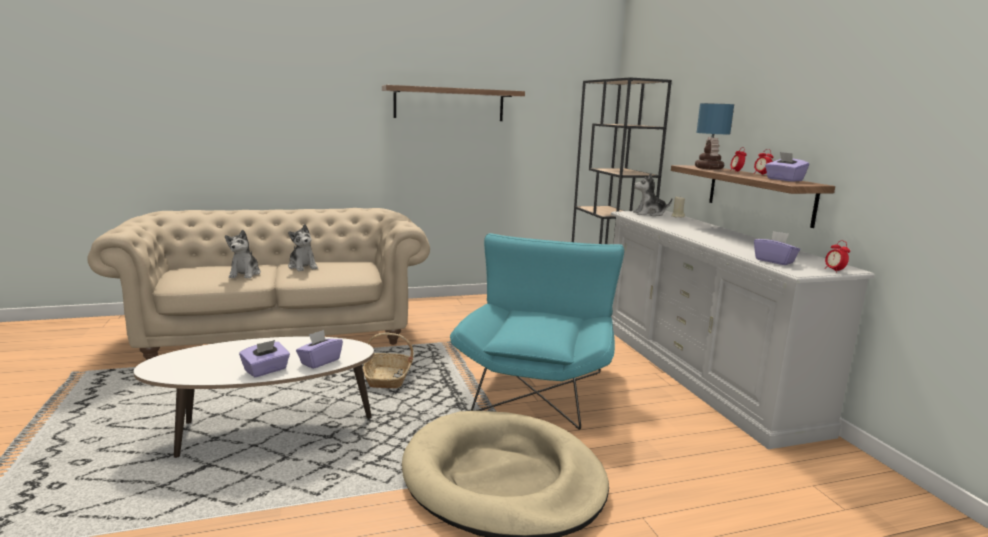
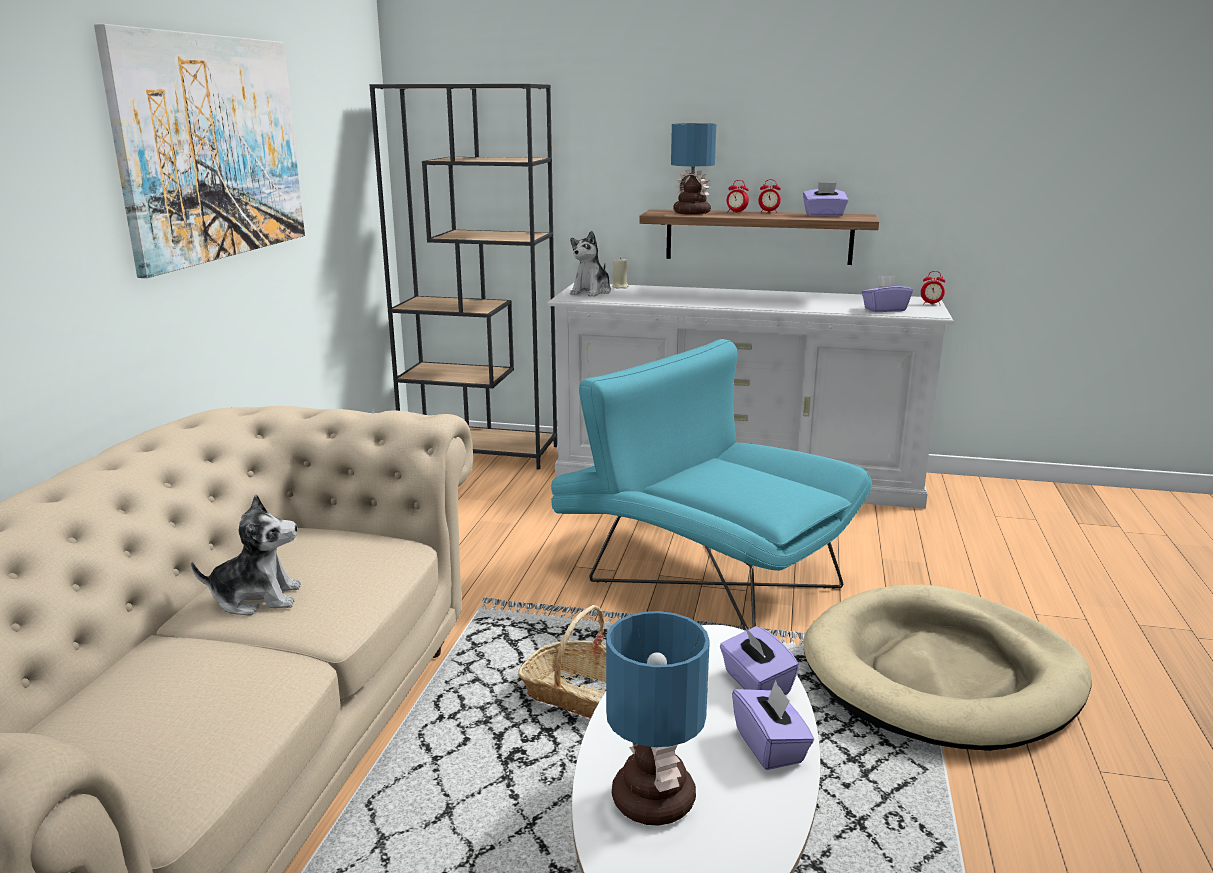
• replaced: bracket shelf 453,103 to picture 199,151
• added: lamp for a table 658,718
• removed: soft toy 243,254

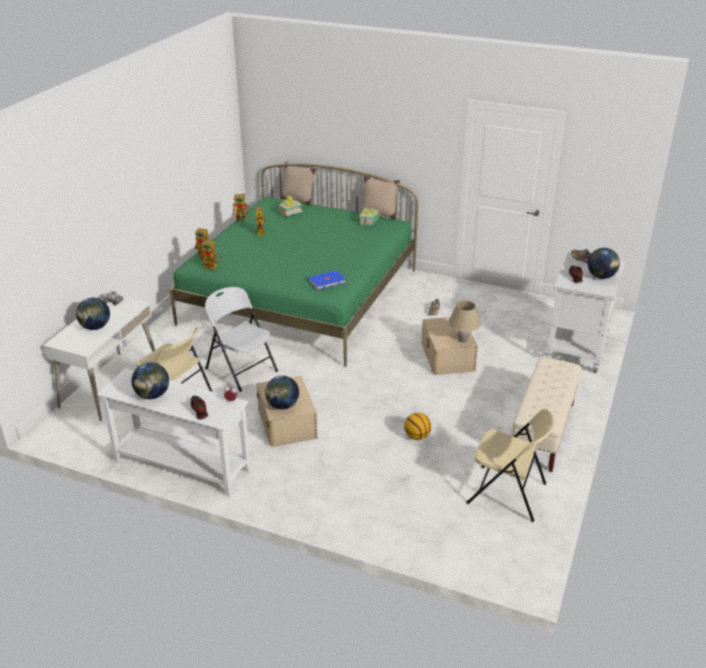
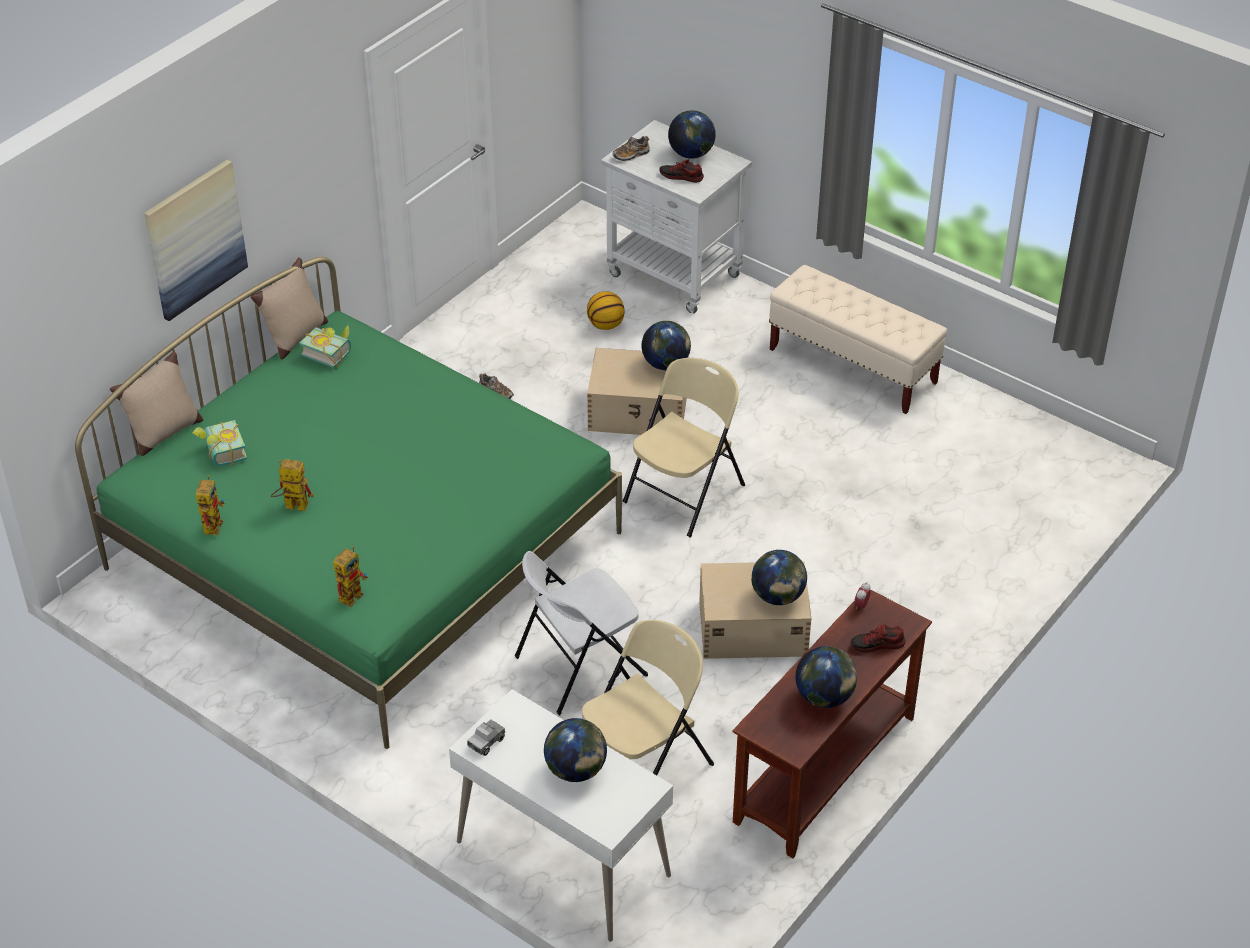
• added: picture 196,240
• moved: basketball ball 417,426 to 606,310
• moved: chair (beige-coloured) 511,465 to 683,448
• replaced: lamp for a table (beige-coloured) 464,322 to world globe 666,345
• recoloured: hall table (white-coloured) 174,433 to hall table (brown) 832,723
• removed: model robot 211,255
• removed: bound book (blue-coloured) 327,280

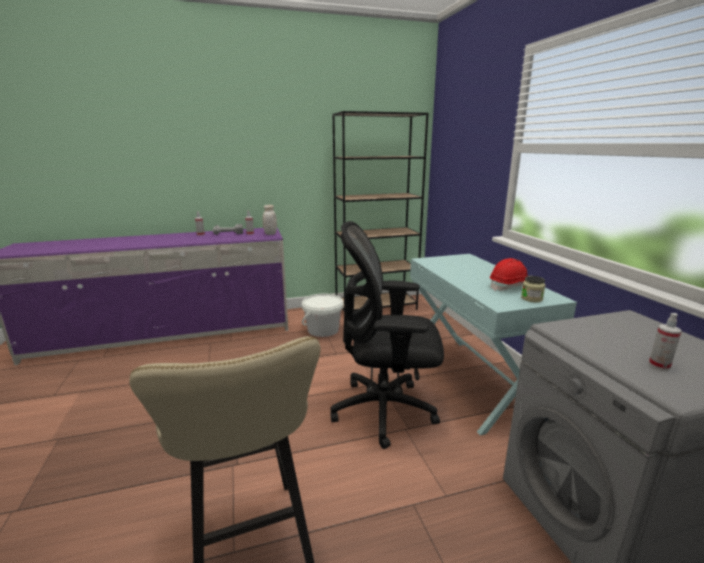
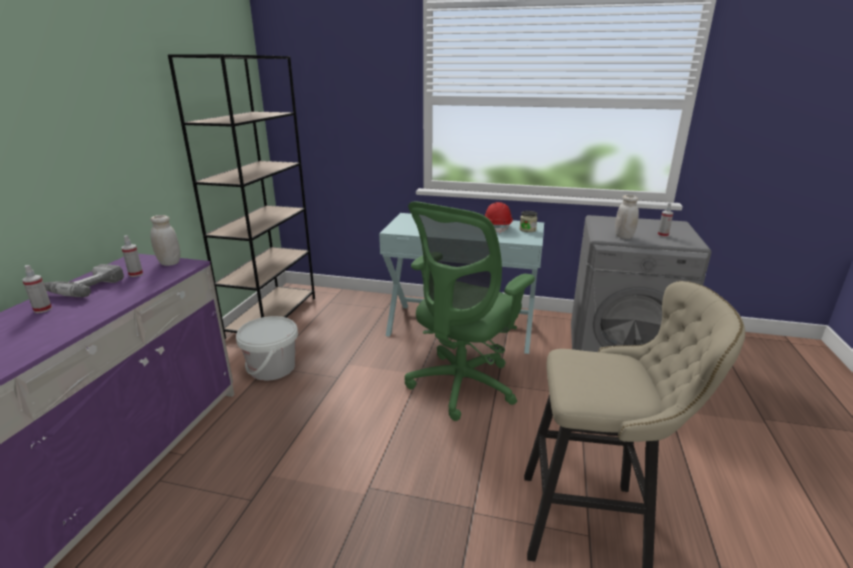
• recoloured: computer chair (black-coloured) 387,335 to computer chair (green-coloured) 470,311
• added: preserve jar (white-coloured) 627,217

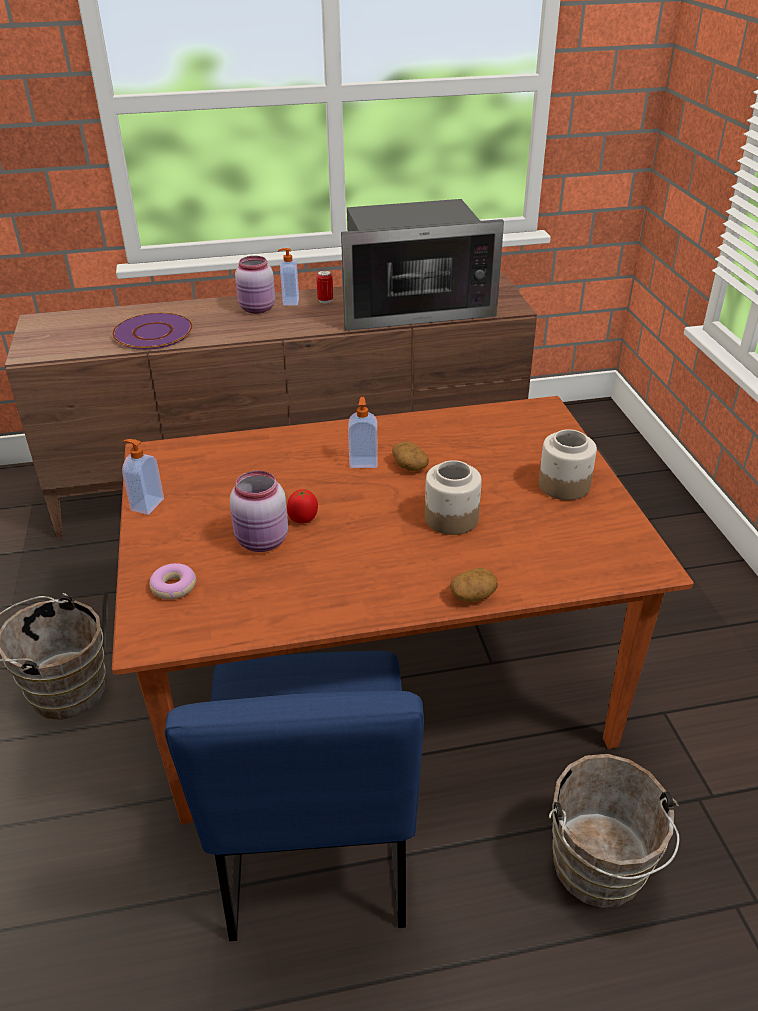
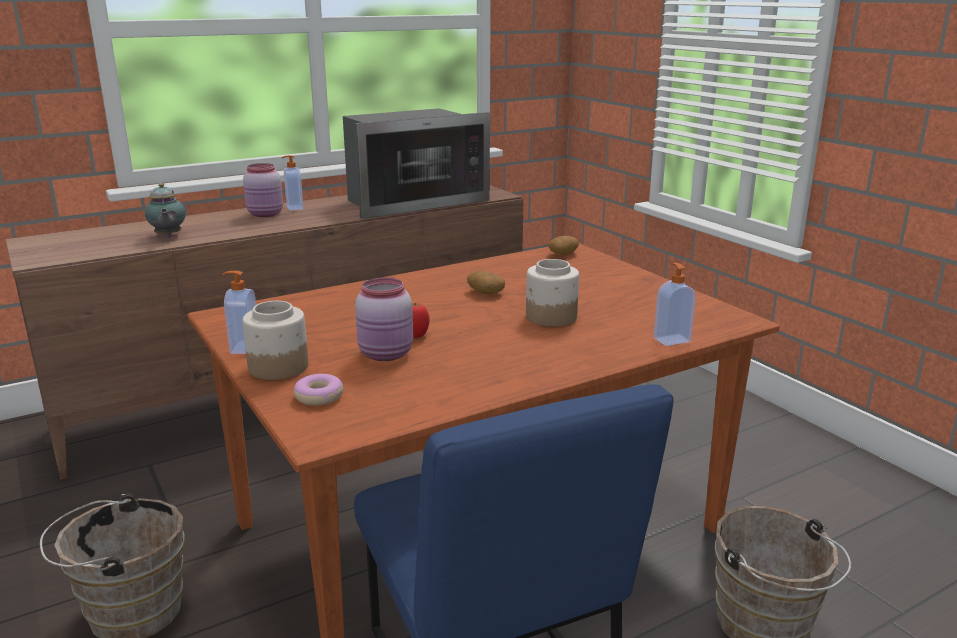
• replaced: dinner plate (purple) 152,331 to teapot 165,210
• moved: preserve jar 568,464 to 275,340
• moved: whole potato 474,585 to 563,245
• moved: soap bottle 363,432 to 674,304
• removed: sealed can 324,286

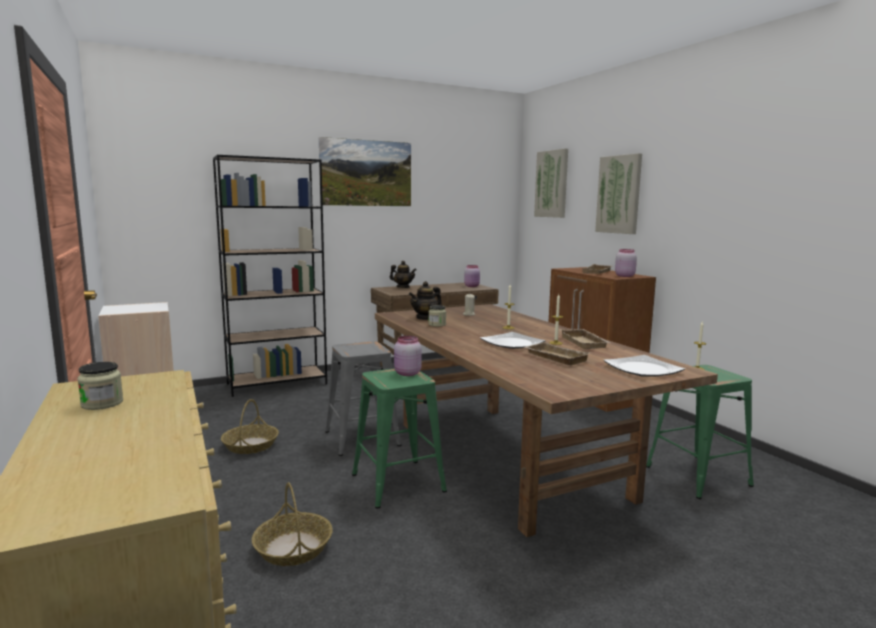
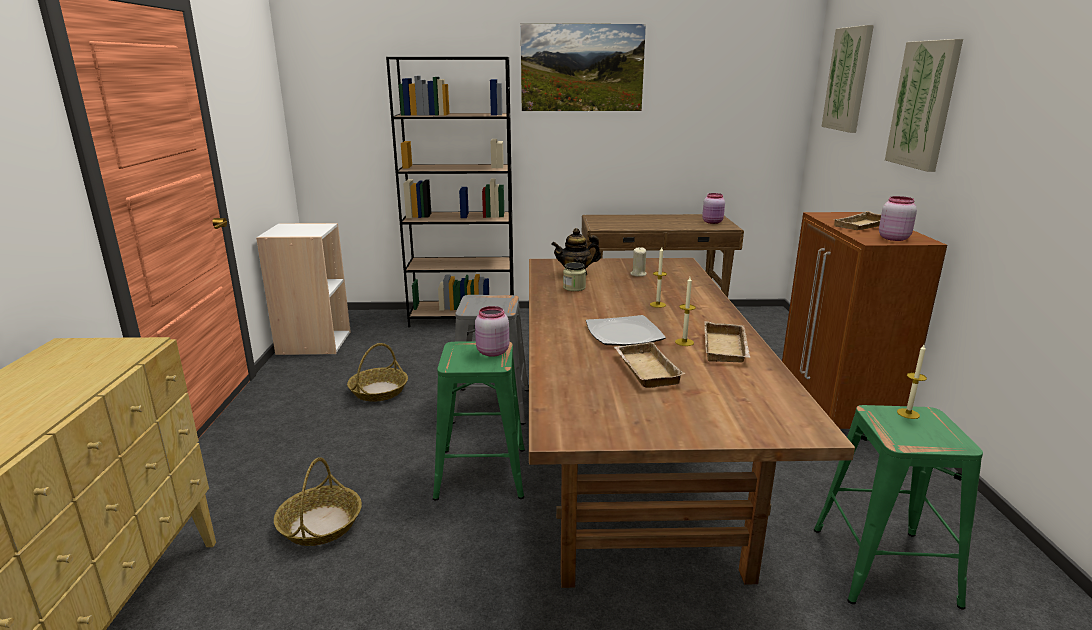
• removed: preserve jar 100,386
• removed: teapot 403,274
• removed: dinner plate 644,365

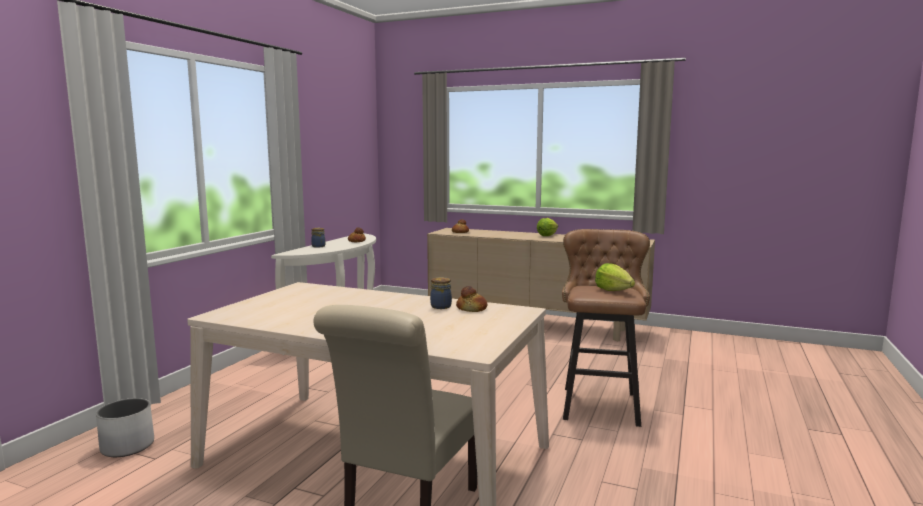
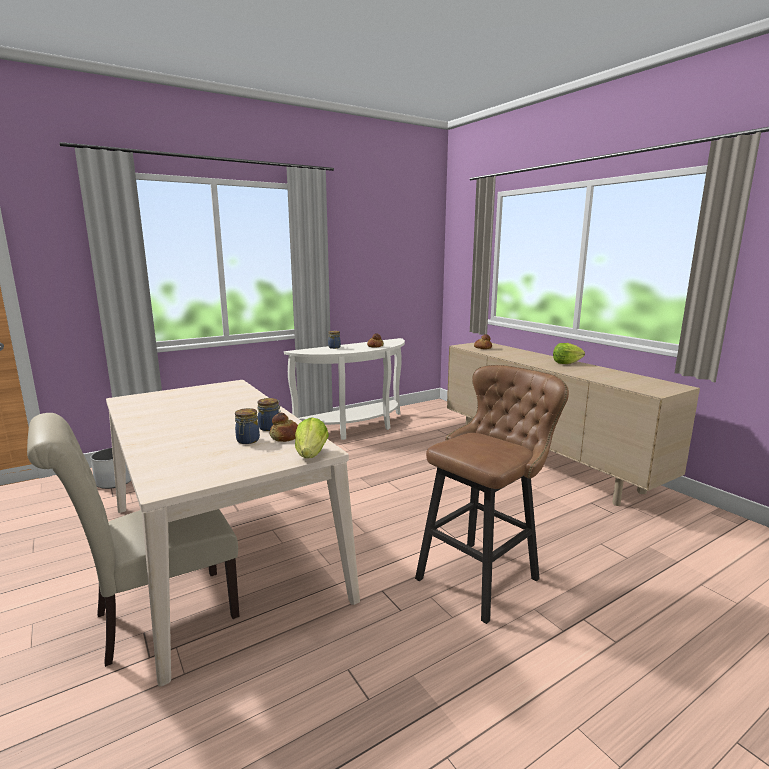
• added: preserve jar 247,426
• moved: lettuce 615,277 to 312,437

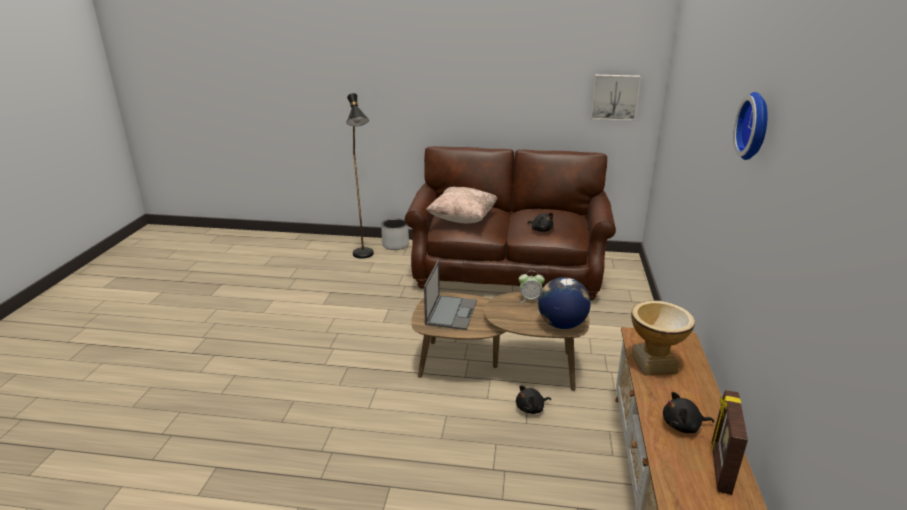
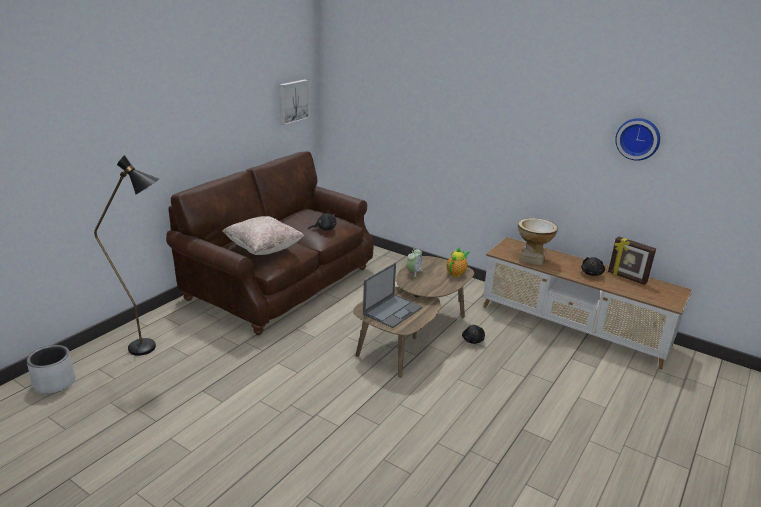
• moved: flower pot (grey) 395,234 to 50,369
• turned: laptop 450,295 = 393,295 90 degrees clockwise
• replaced: world globe 564,303 to teapot 458,262
• moved: clock on the wall 750,126 to 637,139

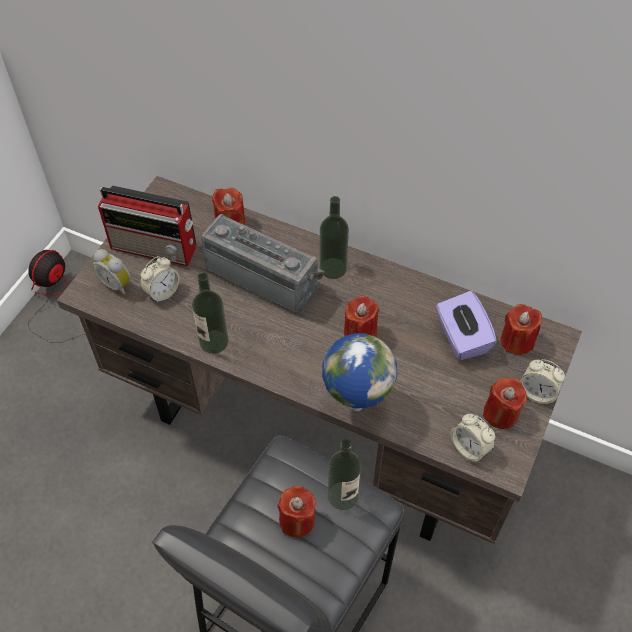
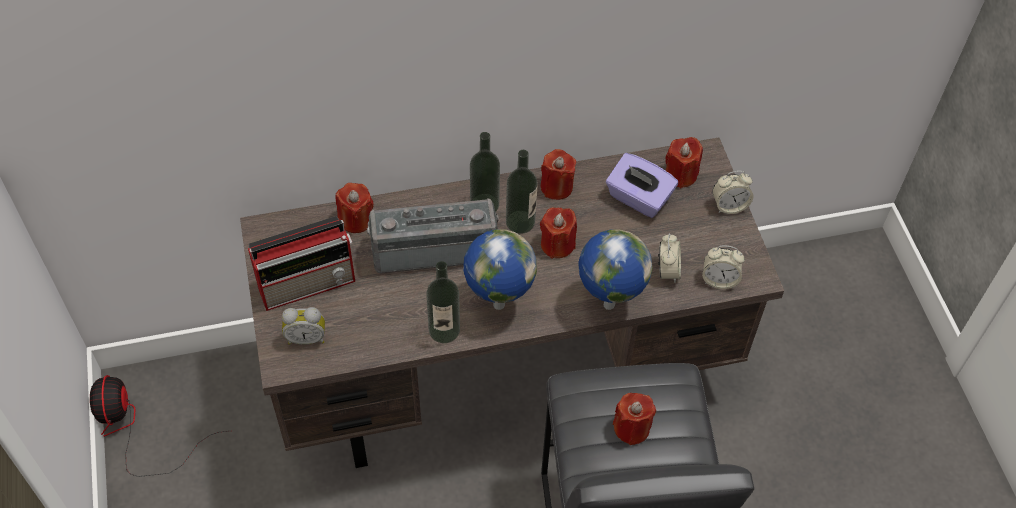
• added: world globe 500,269
• moved: drink bottle 344,474 to 522,192
• moved: wax light (red-coloured) 505,403 to 558,174
• moved: table clock 160,279 to 669,258

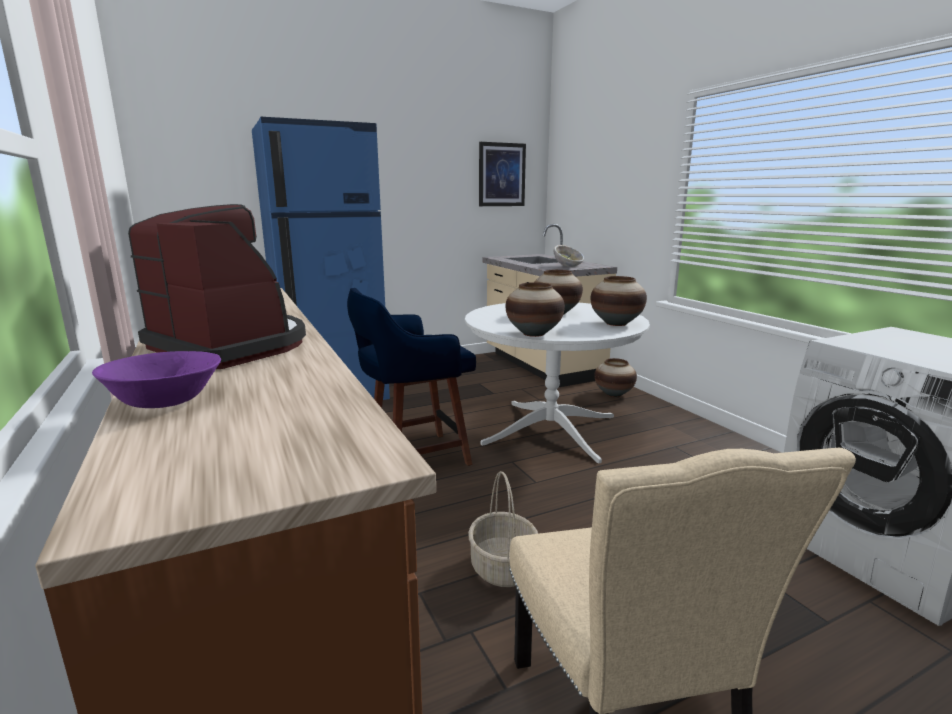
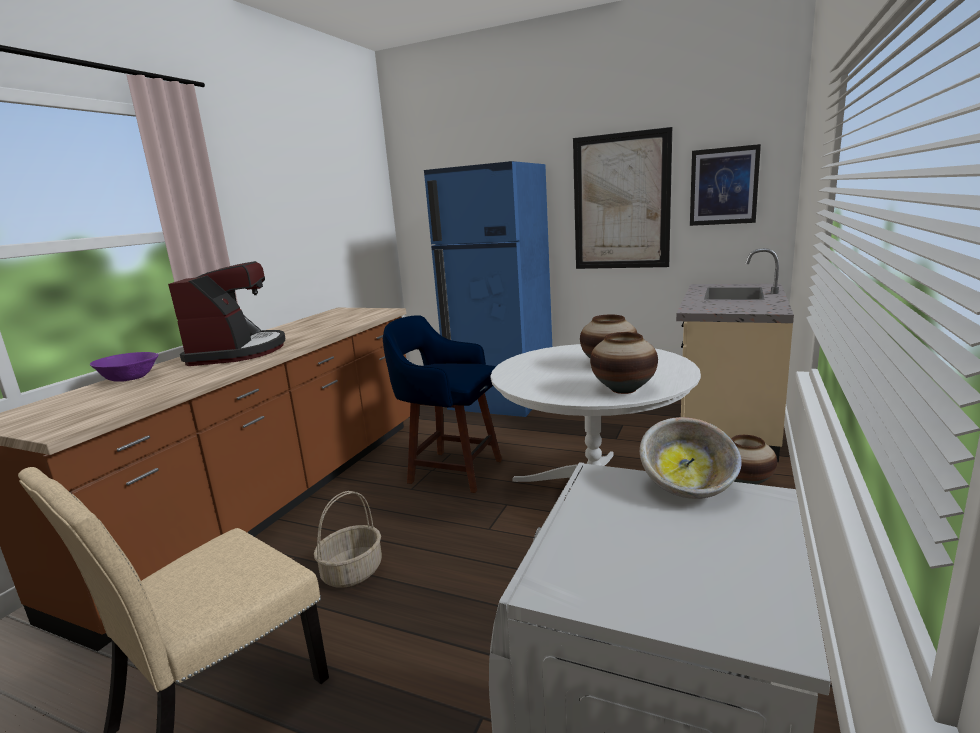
• added: picture 622,198
• moved: serving bowl 569,256 to 691,458
• removed: flower vase 535,309

